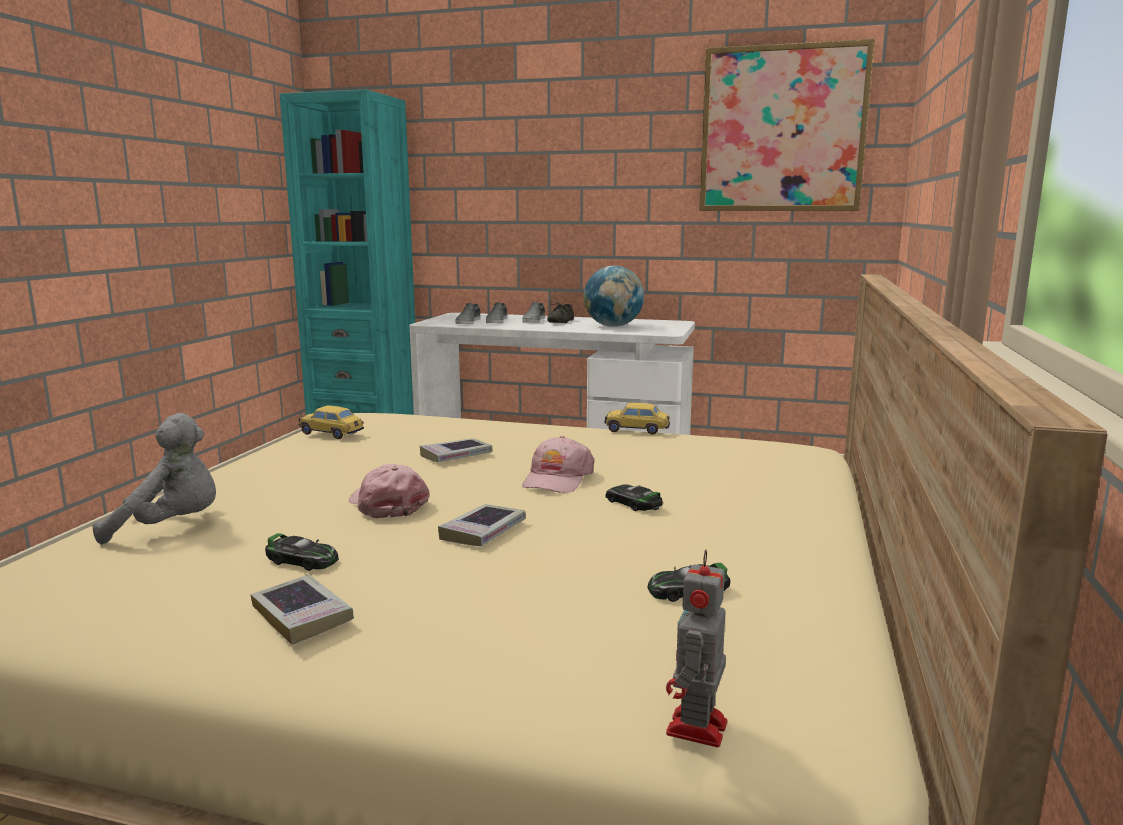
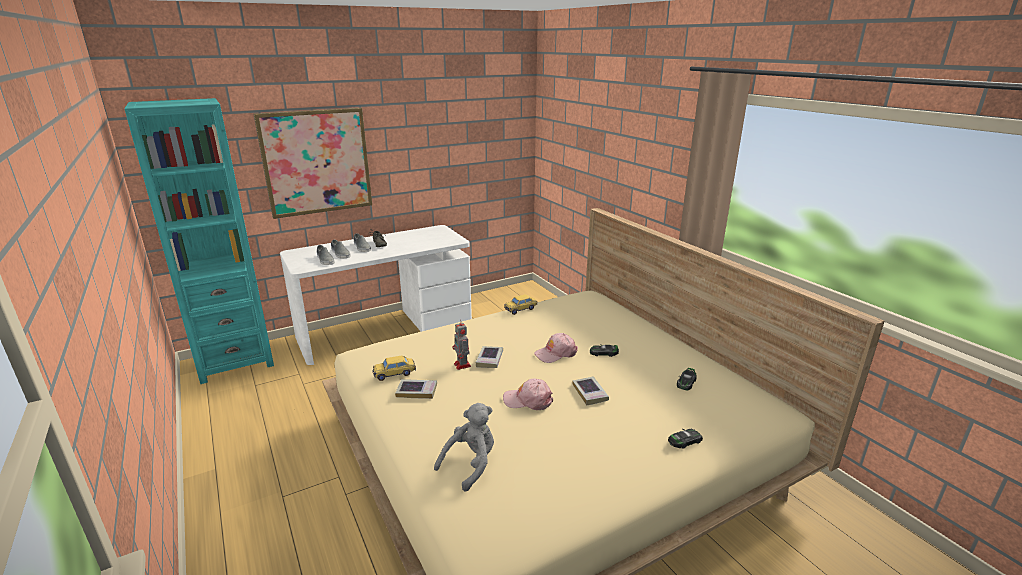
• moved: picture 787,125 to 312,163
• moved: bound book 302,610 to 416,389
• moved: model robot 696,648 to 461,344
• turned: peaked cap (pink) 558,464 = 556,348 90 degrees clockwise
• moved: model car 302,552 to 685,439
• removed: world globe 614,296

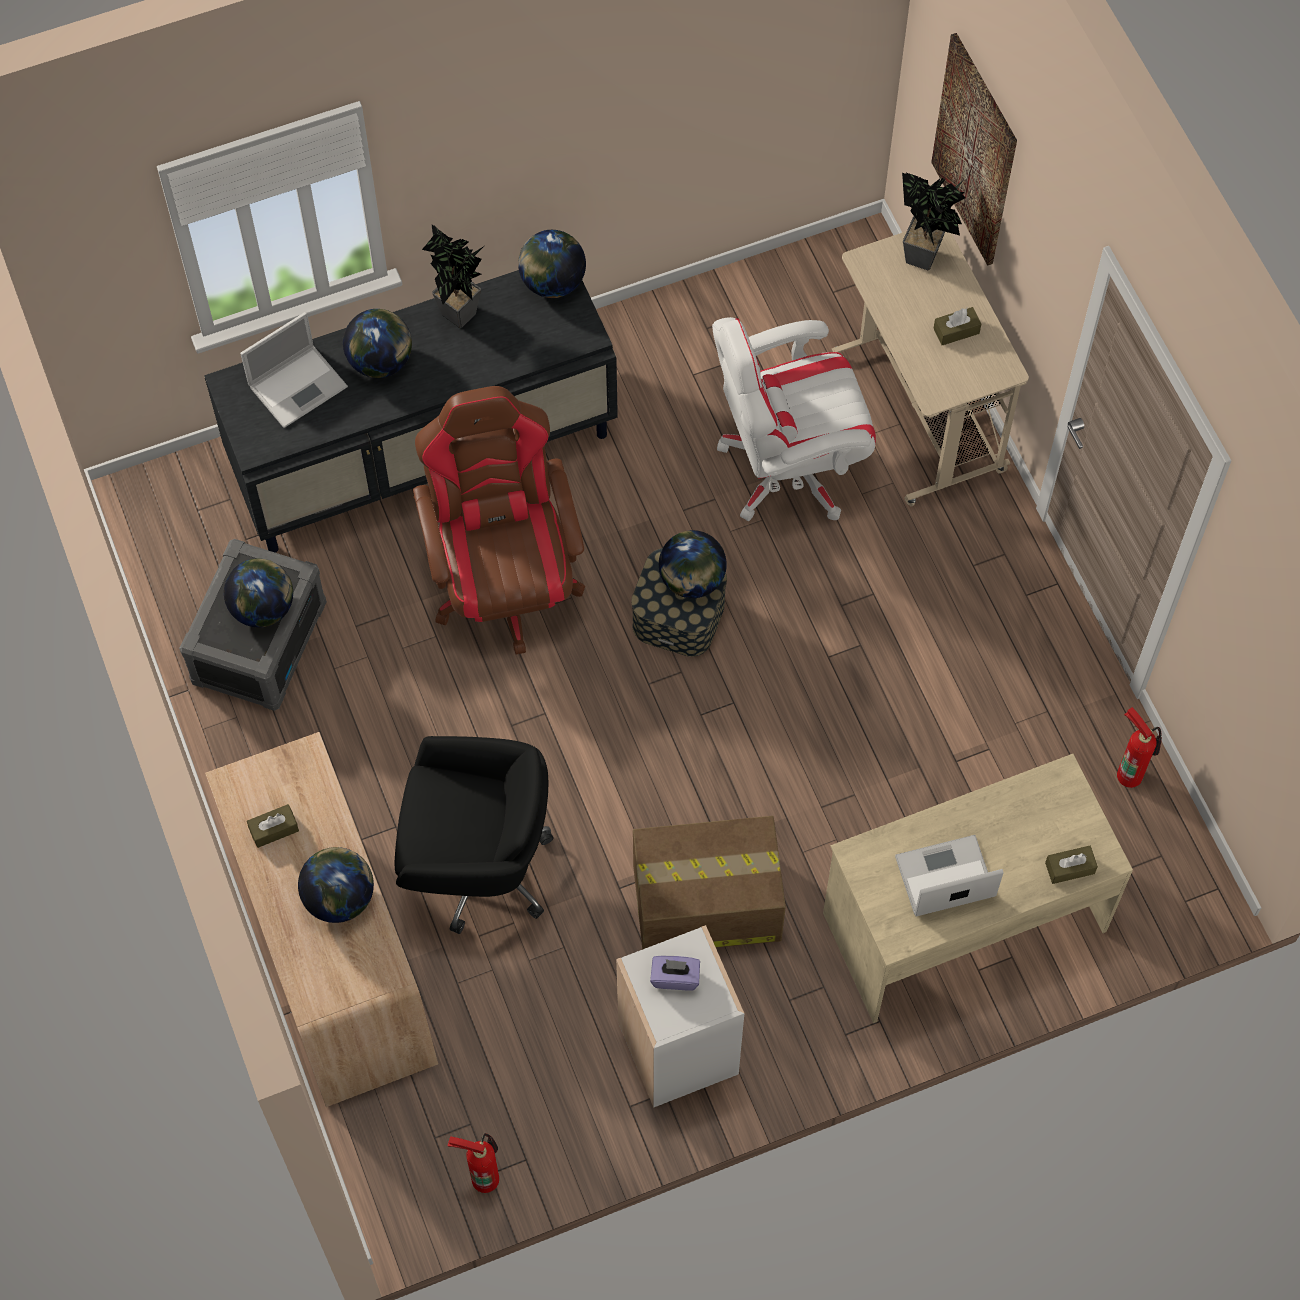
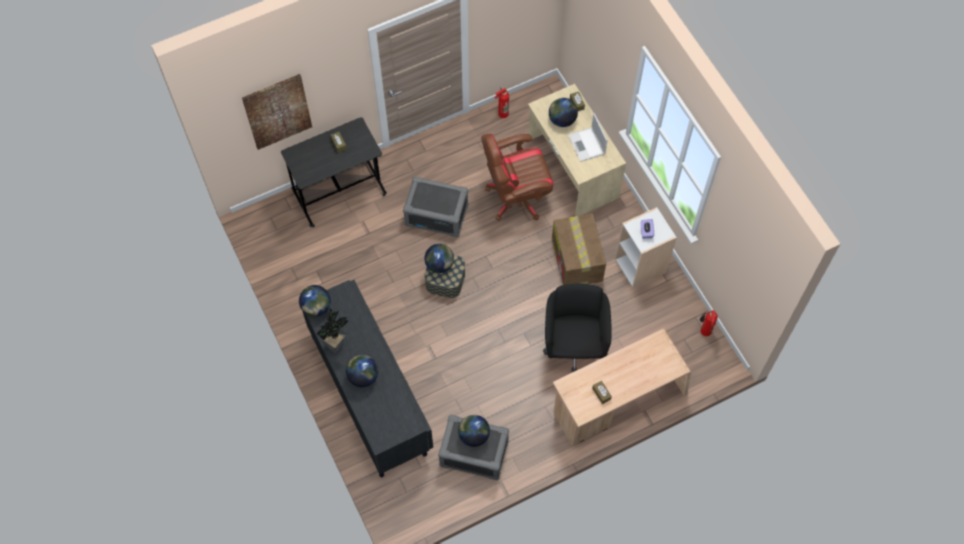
• recoloured: desk unit (beige-coloured) 930,369 to desk unit (black-coloured) 334,172
• added: storage container (grey) 435,207
• moved: computer chair (brown) 499,520 to 517,177
• moved: world globe 336,885 to 563,112
• removed: laptop 294,370
• removed: computer chair (white-coloured) 794,419
• removed: houseplant 933,221

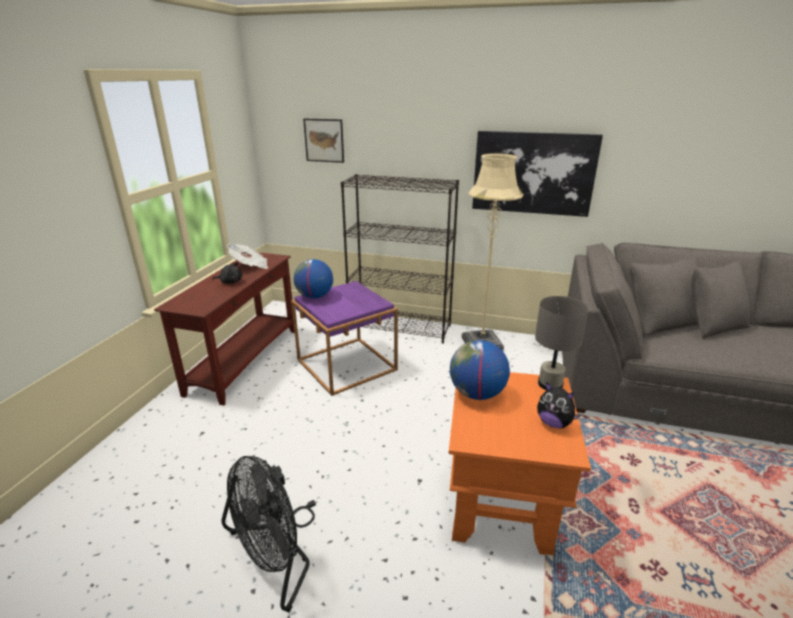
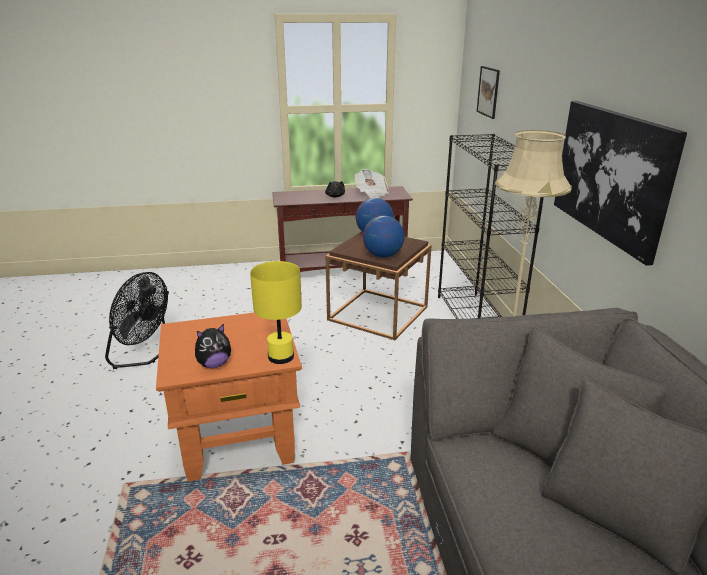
• turned: soft toy 559,405 = 213,346 135 degrees counterclockwise
• recoloured: lamp for a table (grey) 562,343 to lamp for a table (yellow) 276,312
• recoloured: side table (purple) 344,338 to side table (brown) 379,285
• moved: world globe 480,370 to 384,236

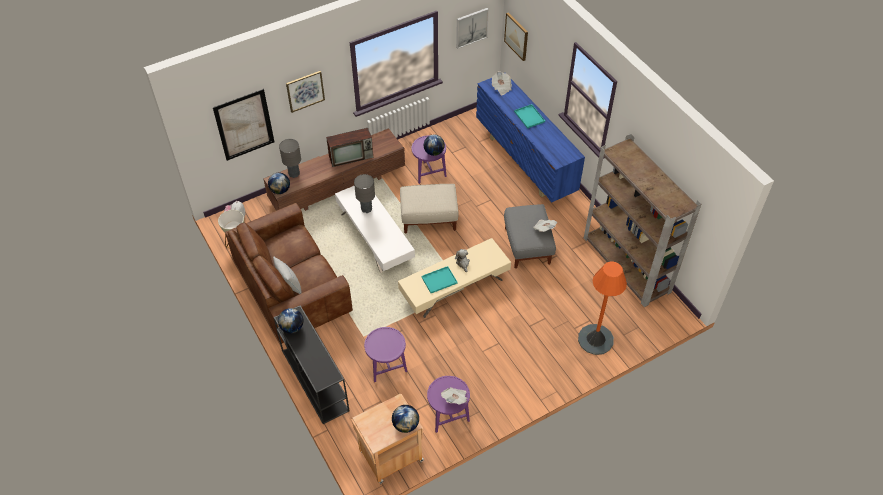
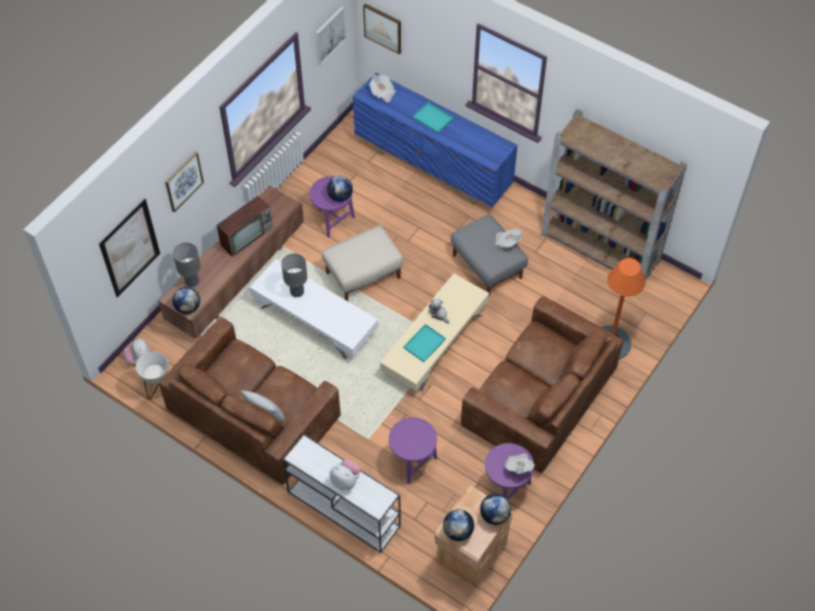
• recoloured: hall table (black-coloured) 311,364 to hall table (white-coloured) 341,493
• added: soft toy 345,475
• moved: world globe 291,321 to 458,525
• added: settee (brown) 542,384

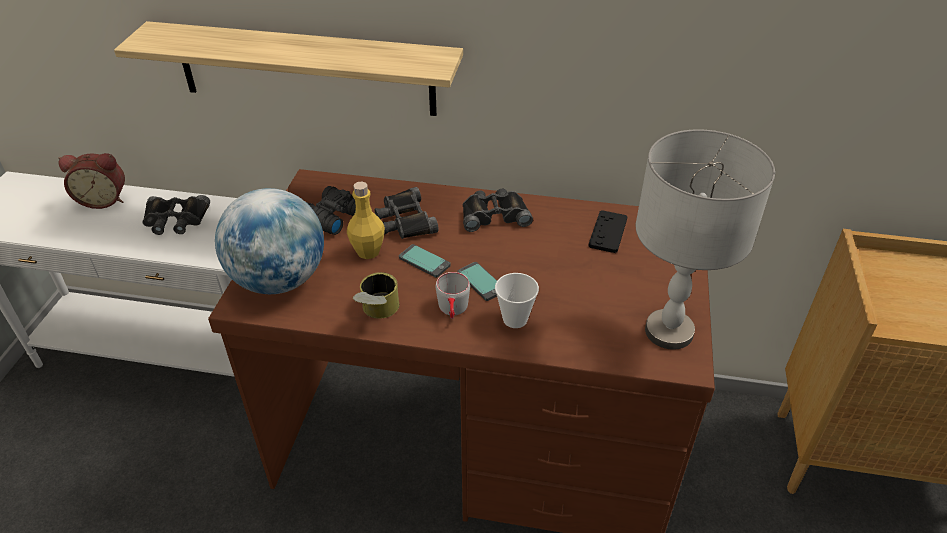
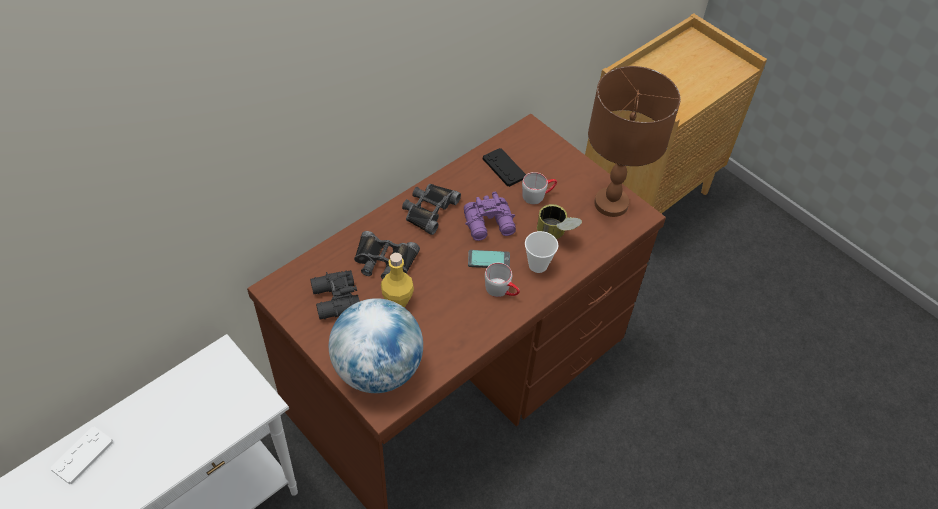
• replaced: table clock 91,181 to gamepad (white-coloured) 82,455
• added: field glasses (purple) 490,216
• added: mug (grey) 539,188
• moved: sealed can 376,295 to 559,221
• recoloured: lamp for a table (grey) 705,239 to lamp for a table (brown) 634,141
• removed: bracket shelf 288,68
• removed: field glasses (black-coloured) 176,215
• removed: telephone 425,261

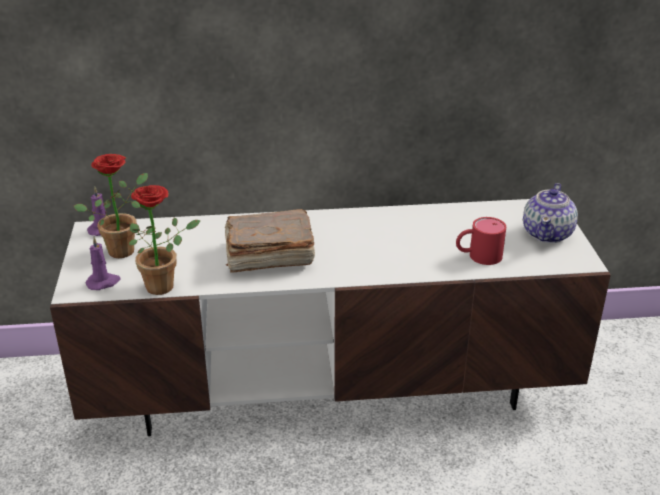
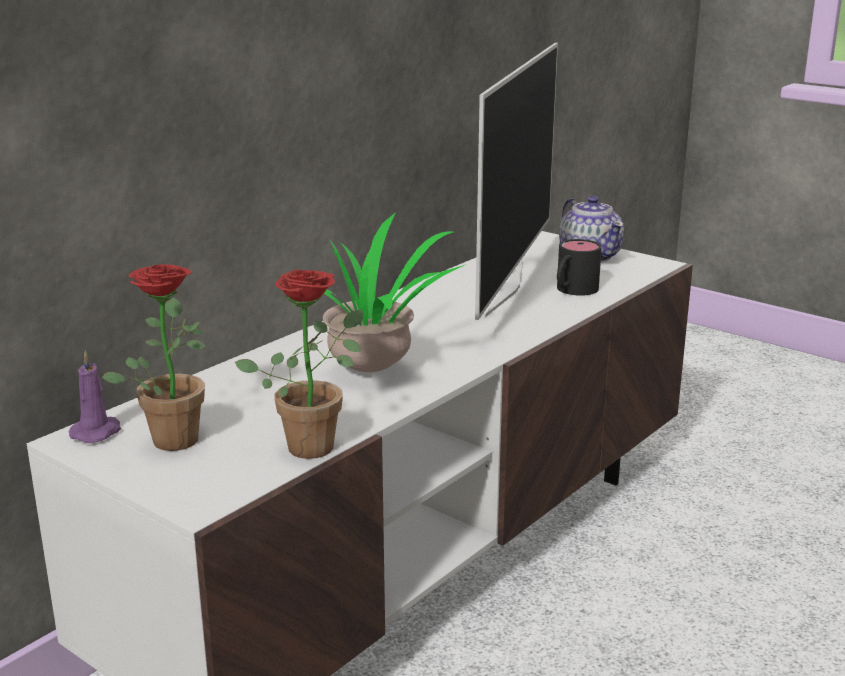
• replaced: bound book (brown) 269,241 to houseplant 393,292
• added: TV set 516,181
• recoloured: mug (red-coloured) 481,241 to mug (black-coloured) 579,267
• removed: wax light (purple) 103,263

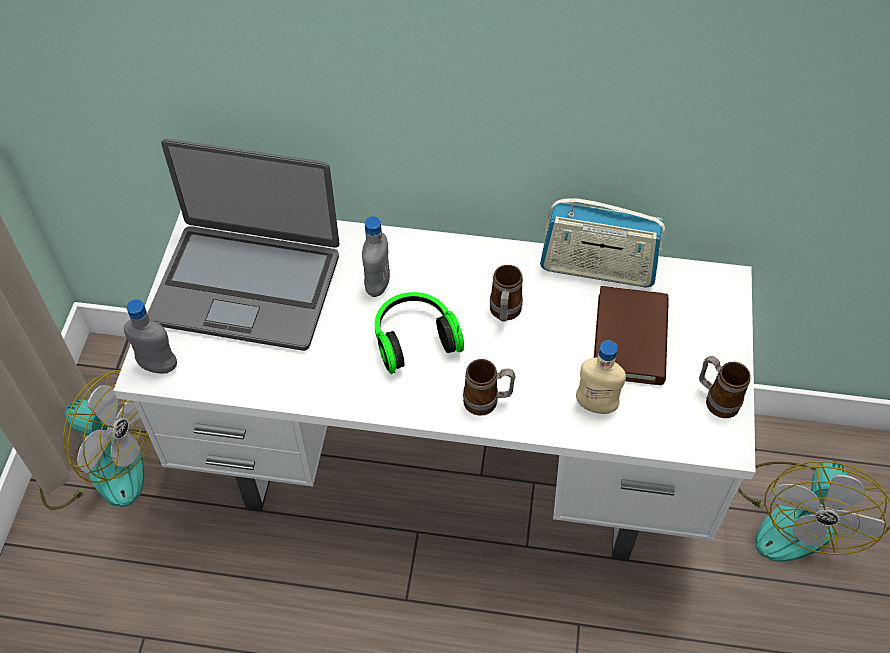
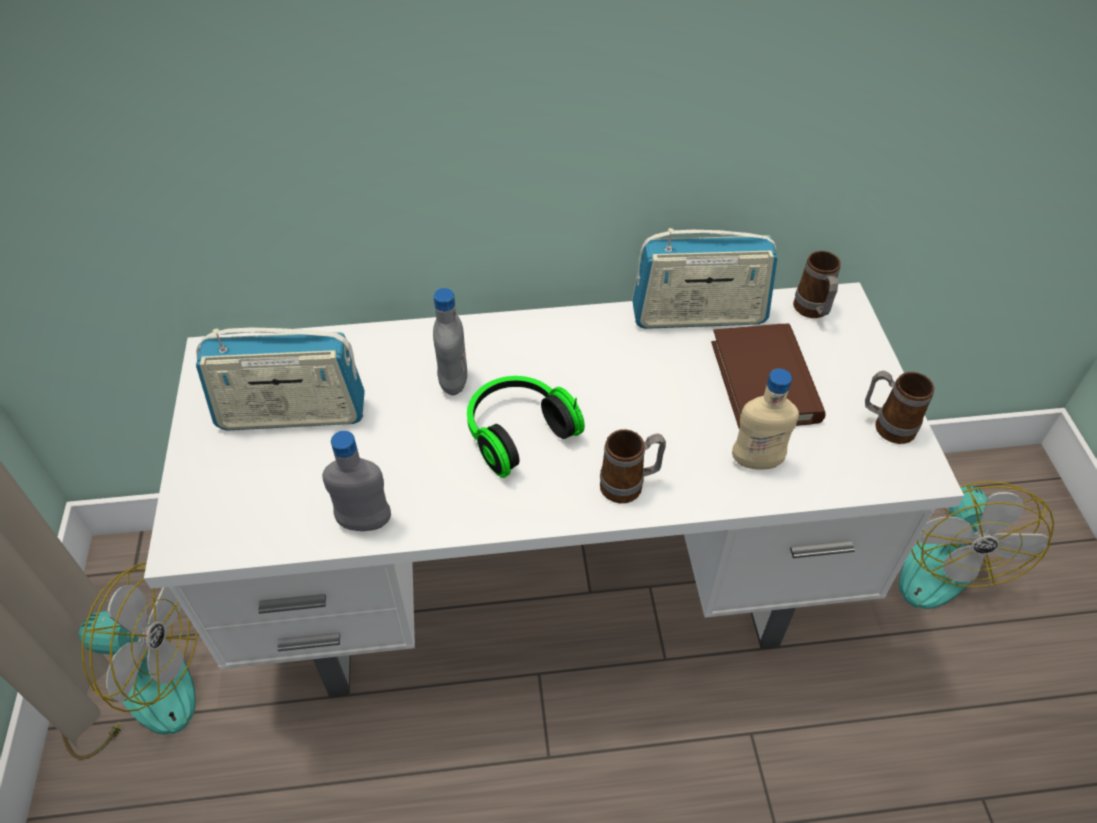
• replaced: laptop 243,245 to radio set 280,379
• moved: drink bottle (grey) 150,336 to 356,481
• moved: mug 506,293 to 817,284

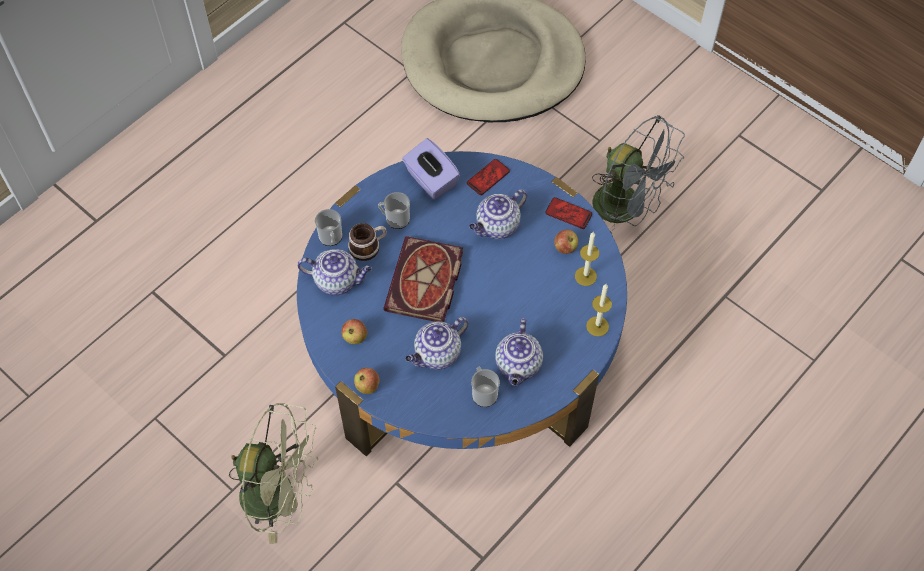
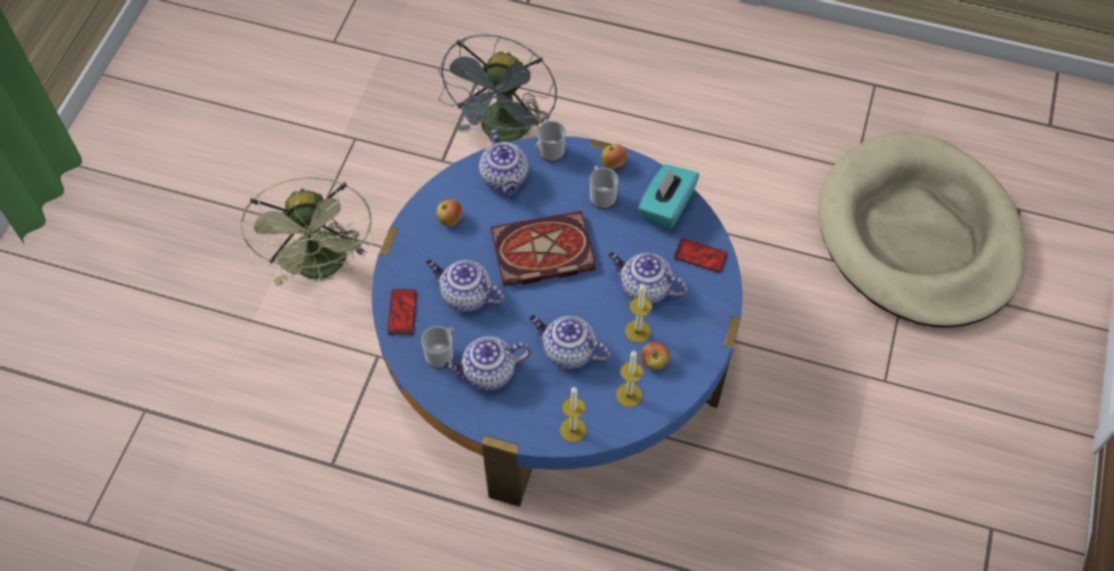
• moved: telephone 568,213 to 402,312
• moved: electric fan (grey) 638,174 to 497,88
• added: teapot 569,342
• moved: apple fruit 366,381 to 614,156
• added: wax light 638,313
• recoloured: tissue box (purple) 431,168 to tissue box (turquoise) 668,197
• removed: mug 367,242

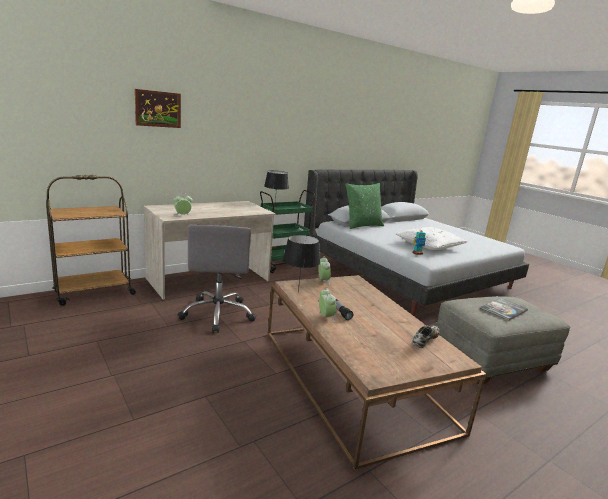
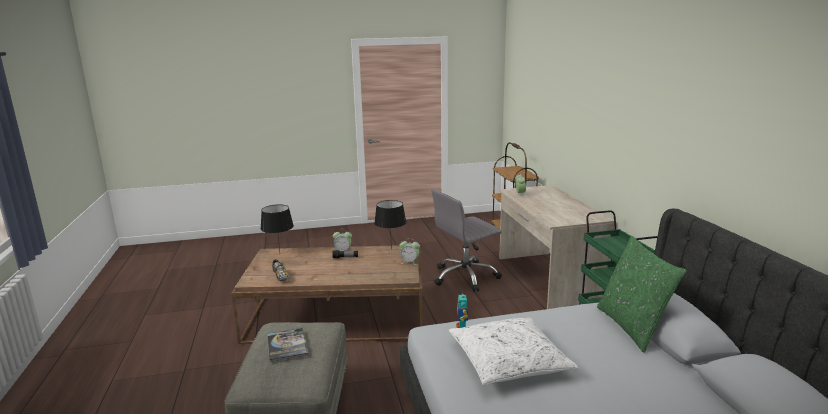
• moved: lamp for a table (black-coloured) 276,186 to 277,227
• turned: computer chair (grey) 217,278 = 466,240 45 degrees counterclockwise
• removed: picture 158,108

